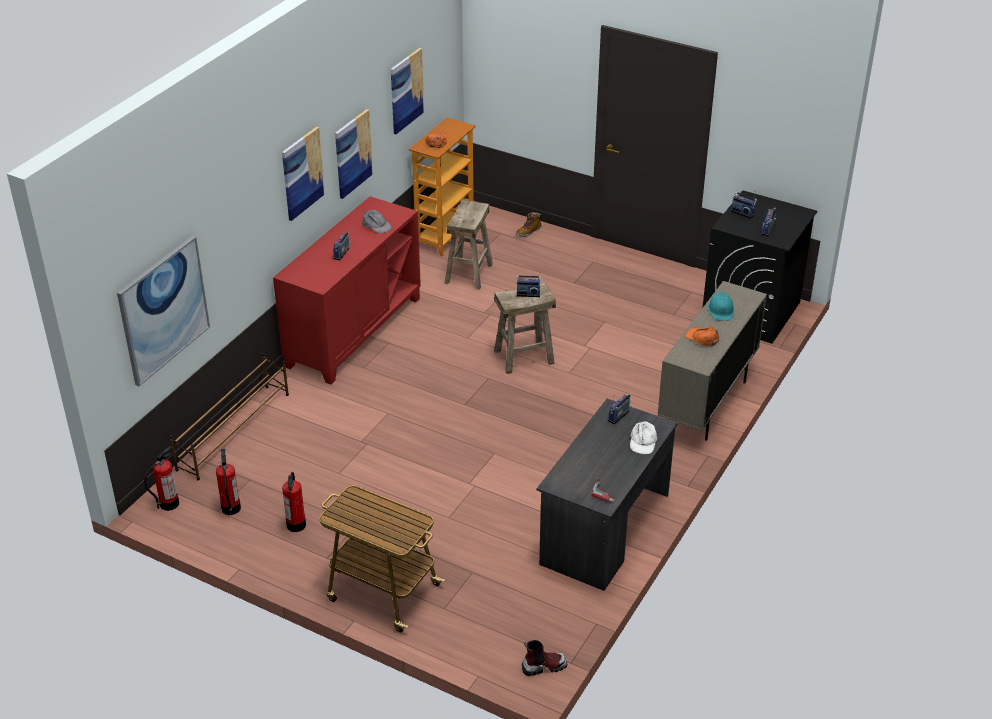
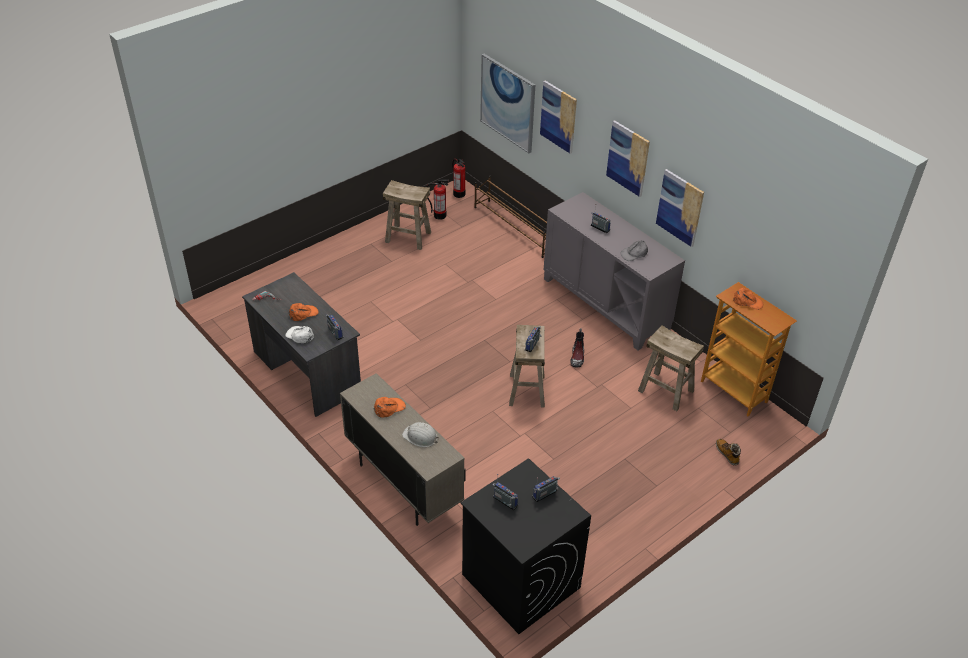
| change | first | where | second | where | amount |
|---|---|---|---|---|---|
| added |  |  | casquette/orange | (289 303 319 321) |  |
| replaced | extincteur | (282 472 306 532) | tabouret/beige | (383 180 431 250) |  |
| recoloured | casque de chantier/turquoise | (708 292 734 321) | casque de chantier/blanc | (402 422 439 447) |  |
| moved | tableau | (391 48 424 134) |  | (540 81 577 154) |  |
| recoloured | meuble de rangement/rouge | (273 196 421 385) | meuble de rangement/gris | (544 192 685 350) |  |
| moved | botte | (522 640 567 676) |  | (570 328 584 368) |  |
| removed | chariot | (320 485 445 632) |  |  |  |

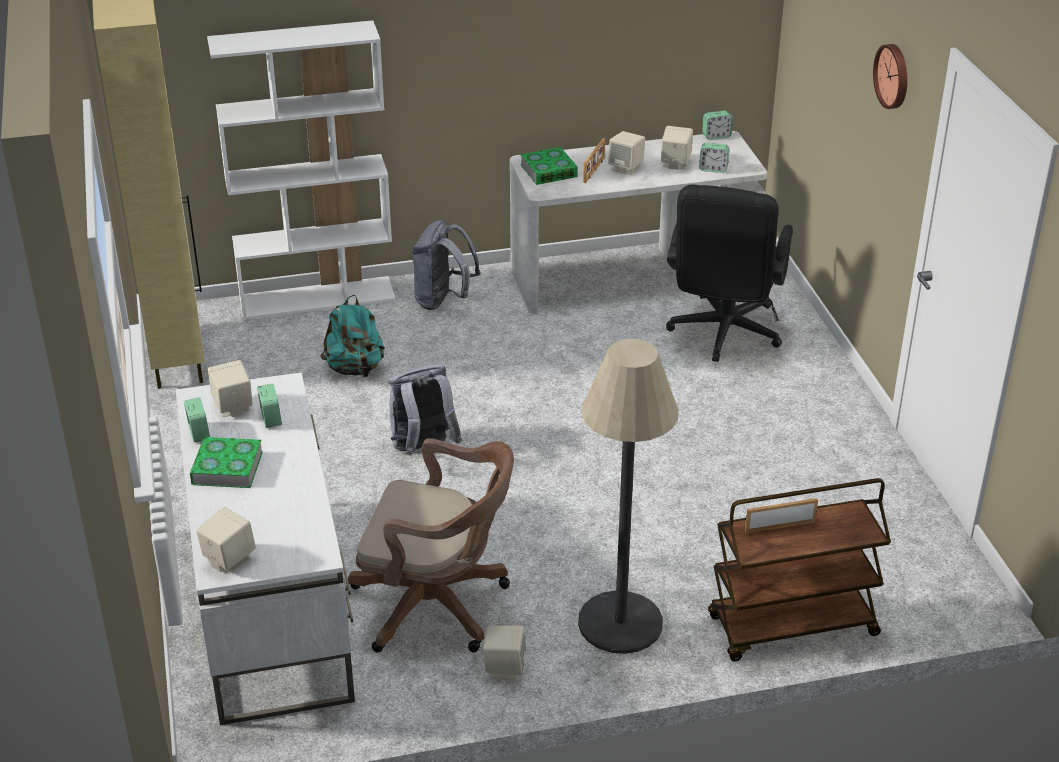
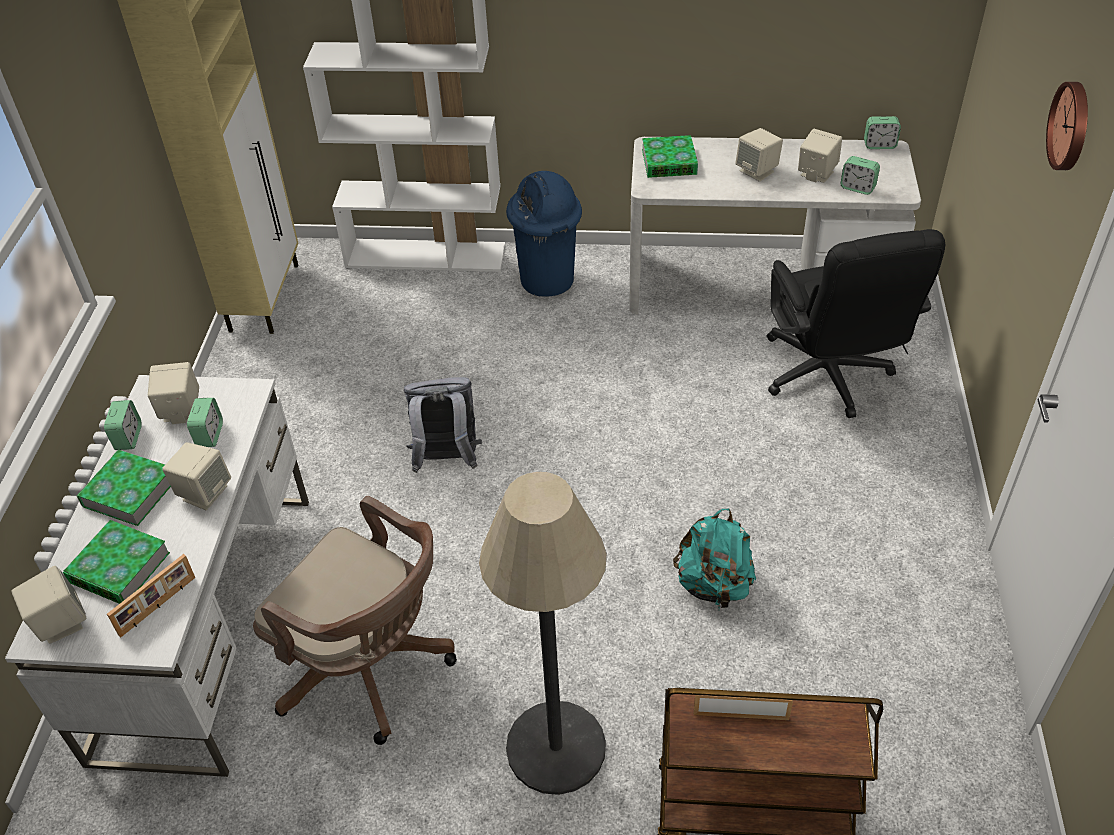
| change | first | where | second | where | amount |
|---|---|---|---|---|---|
| added |  |  | livre | (63 520 170 604) |  |
| moved | cadre photo | (583 138 605 183) |  | (107 554 195 638) |  |
| moved | enceinte/beige | (483 625 526 681) |  | (162 442 231 510) |  |
| replaced | sac à dos/gris | (411 220 481 310) | poubelle/bleu | (506 171 582 297) |  |
| moved | sac à dos/turquoise | (320 295 385 378) |  | (673 509 756 611) |  |
| turned | chaise de bureau/noir | (666 185 793 362) |  | (766 229 945 418) | 45 degrees counterclockwise |

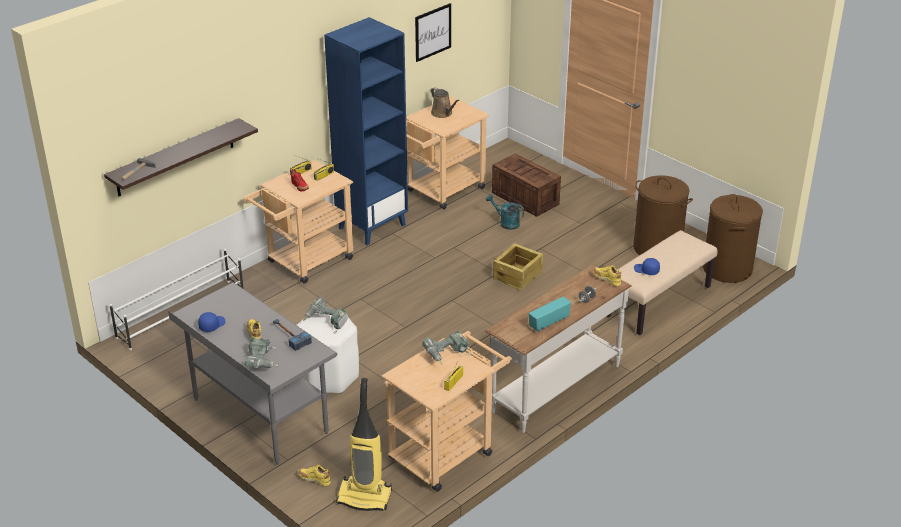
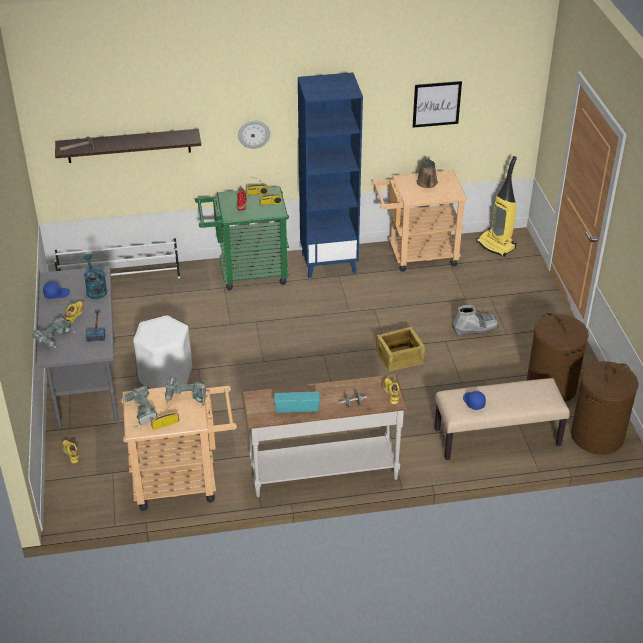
| change | first | where | second | where | amount |
|---|---|---|---|---|---|
| moved | arrosoir/turquoise | (486 194 524 230) |  | (83 254 107 299) |  |
| moved | perceuse | (303 297 348 334) |  | (118 385 157 428) |  |
| recoloured | chariot/beige | (243 160 354 284) | chariot/vert | (195 186 290 290) |  |
| added |  |  | horloge murale | (238 121 270 149) |  |
| added |  |  | botte/gris | (452 305 498 336) |  |
| moved | aspirateur | (336 378 392 511) |  | (476 156 517 257) |  |
| removed | caisse | (492 153 561 217) |  |  |  |

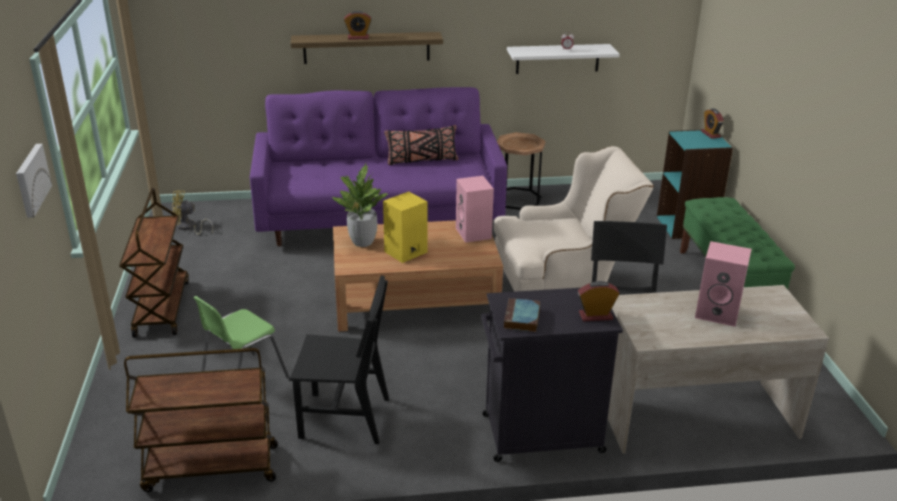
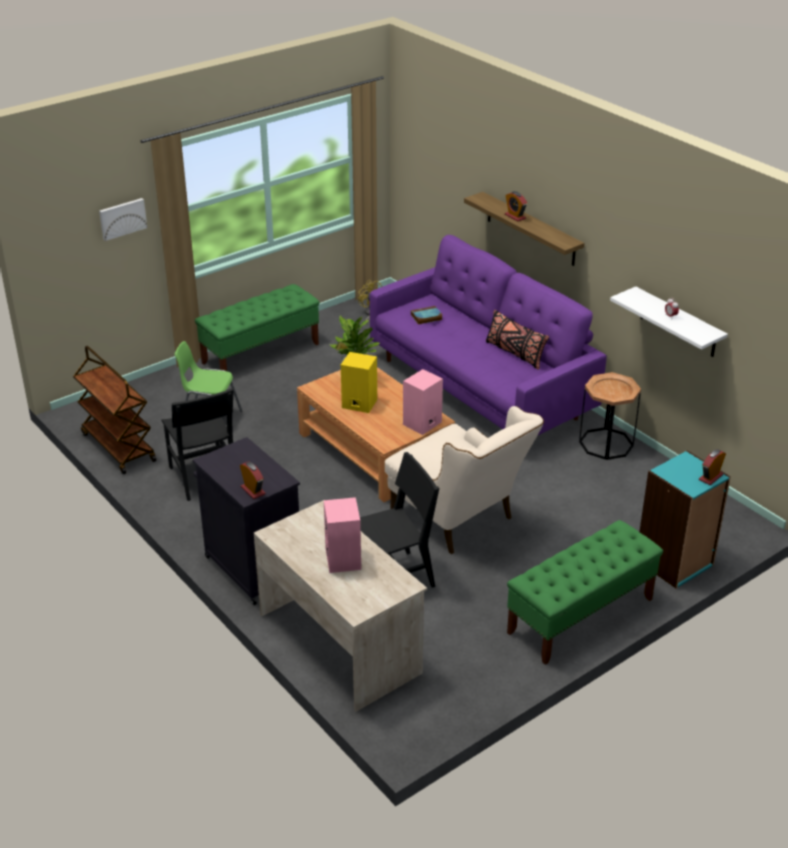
| change | first | where | second | where | amount |
|---|---|---|---|---|---|
| replaced | chariot/marron | (119 188 189 338) | banc/vert | (195 284 320 371) |  |
| moved | livre | (504 298 540 332) |  | (411 306 443 324) |  |

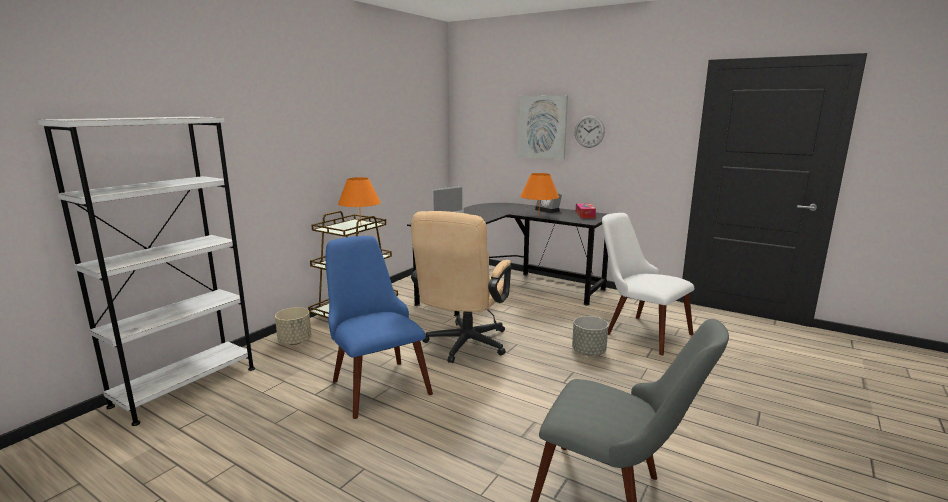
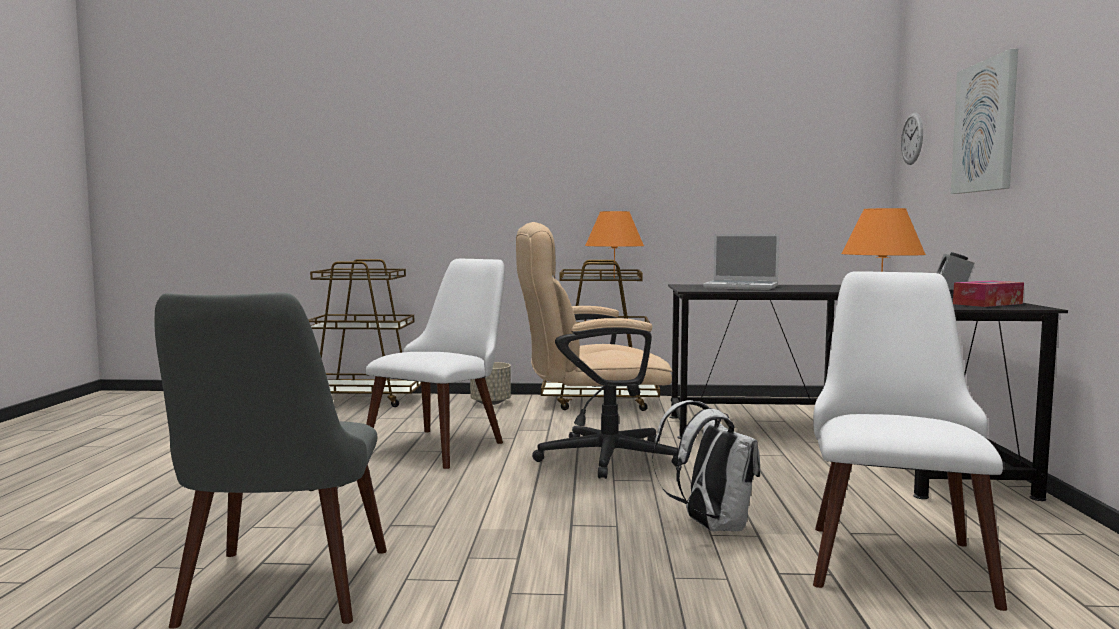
| change | first | where | second | where | amount |
|---|---|---|---|---|---|
| replaced | bibliothèque/blanc | (38 117 255 426) | chariot/marron | (308 259 421 407) |  |
| recoloured | chaise/bleu | (326 236 433 419) | chaise/blanc | (366 259 505 469) |  |
| replaced | cache-pot/gris | (572 316 608 356) | sac à dos/blanc | (652 400 760 531) |  |
| moved | horloge murale | (575 116 605 148) |  | (901 113 923 165) |  |

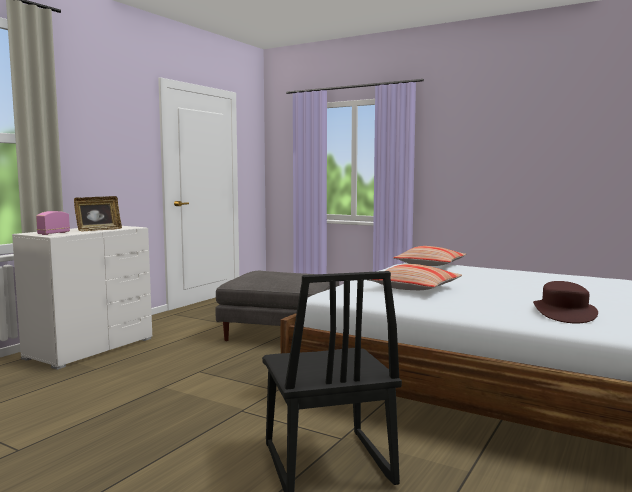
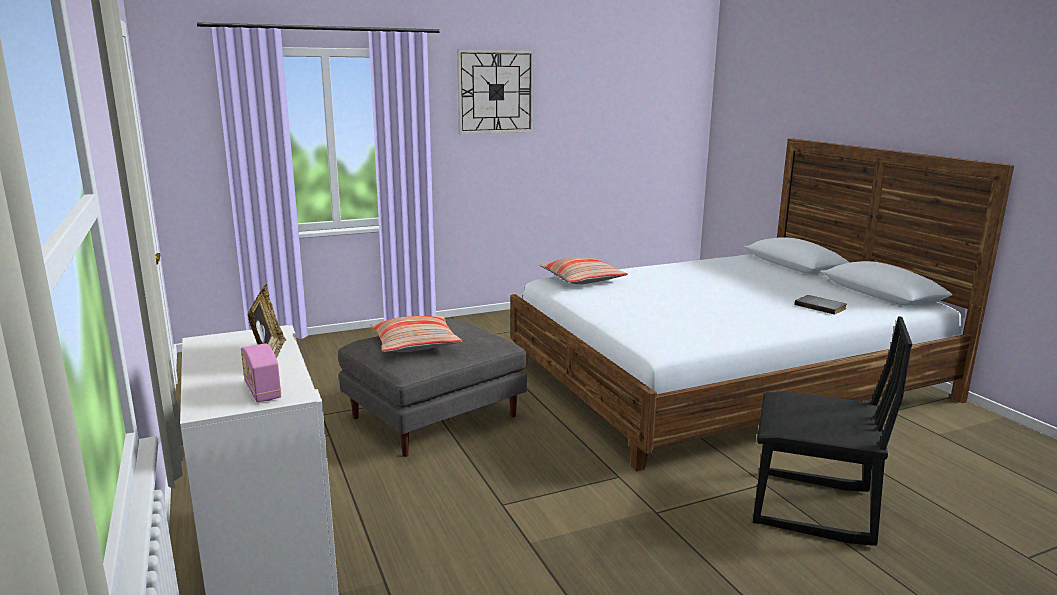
| change | first | where | second | where | amount |
|---|---|---|---|---|---|
| moved | coussin | (368 264 462 290) |  | (370 316 462 352) |  |
| added |  |  | horloge murale | (457 49 534 134) |  |
| replaced | chapeau/marron | (533 281 598 323) | livre/gris | (794 295 847 315) |  |

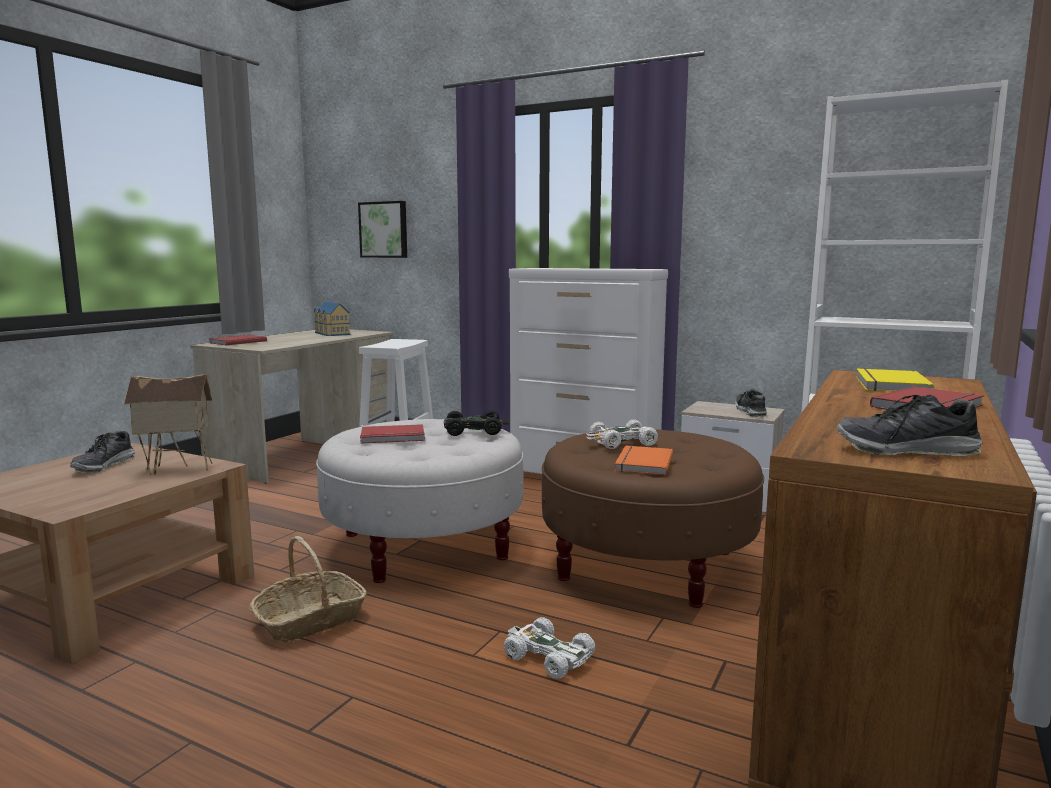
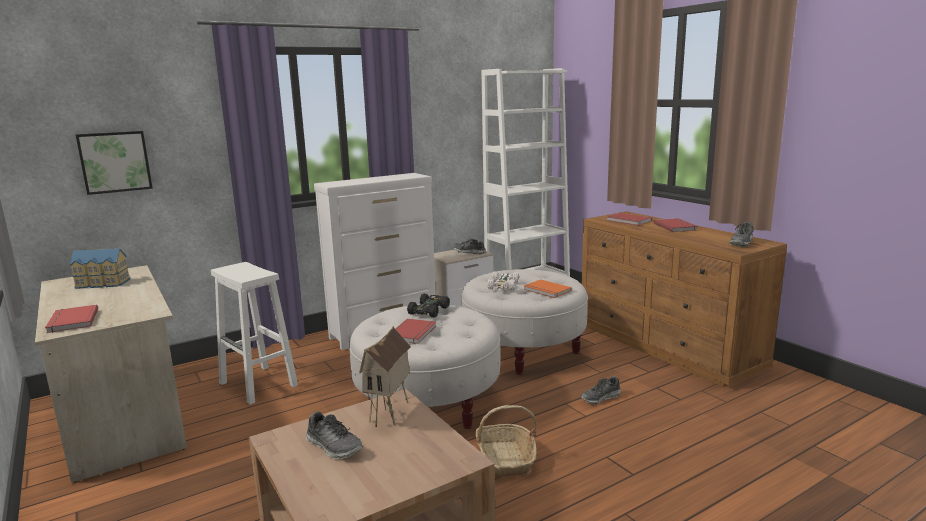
| change | first | where | second | where | amount |
|---|---|---|---|---|---|
| recoloured | pouf/marron | (542 429 764 608) | pouf/blanc | (461 269 588 375) |  |
| replaced | petite voiture/blanc | (504 617 595 679) | chaussure | (581 376 621 405) |  |
| recoloured | livre/jaune | (856 368 934 391) | livre/rouge | (607 213 652 225) |  |

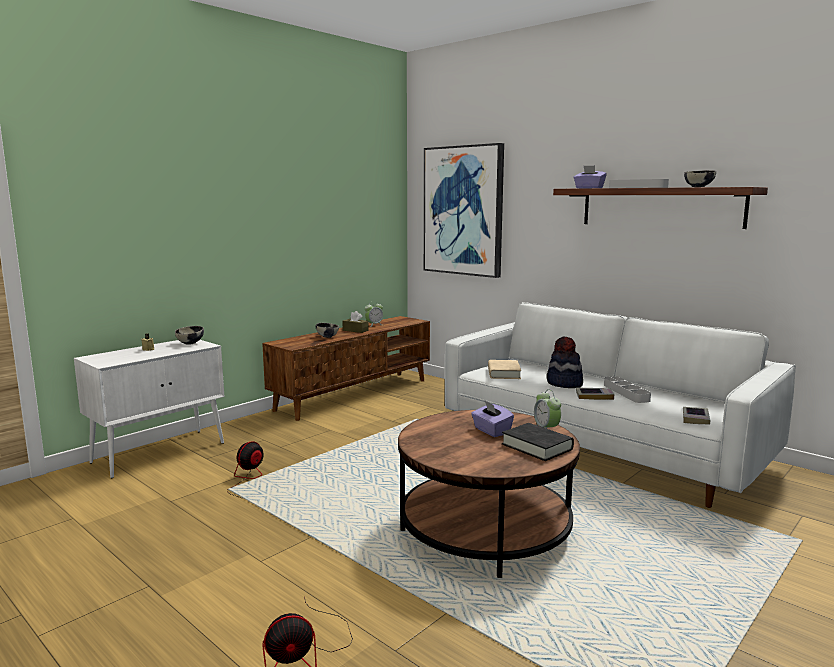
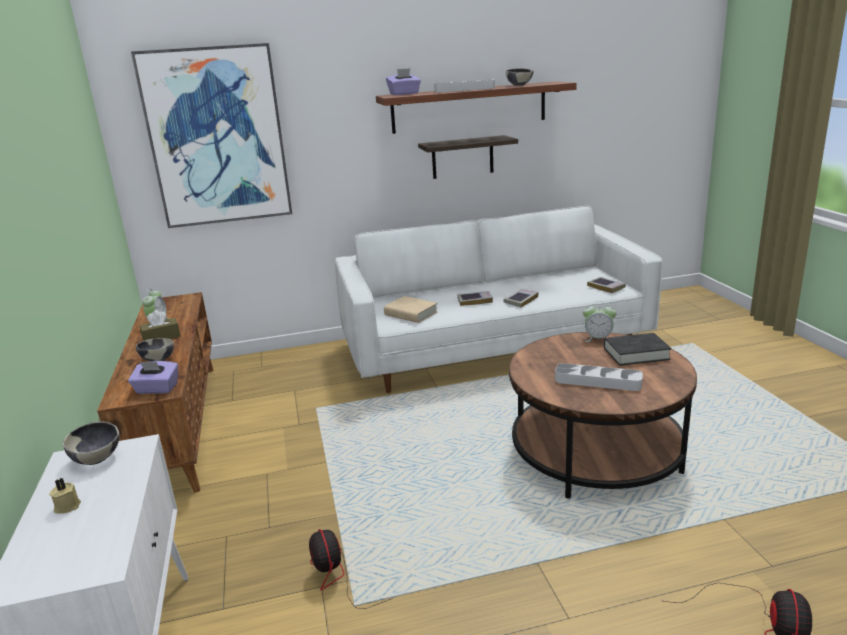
| change | first | where | second | where | amount |
|---|---|---|---|---|---|
| moved | boîte à mouchoirs/violet | (471 401 514 437) |  | (128 361 178 394) |  |
| added |  |  | étagère | (418 135 518 179) |  |
| replaced | chapeau | (547 336 583 388) | livre | (457 291 493 306) |  |
| moved | plateau/gris | (604 376 651 403) |  | (555 363 643 391) |  |

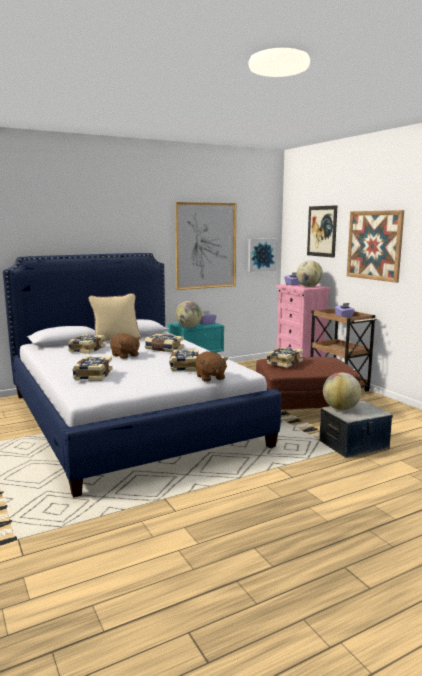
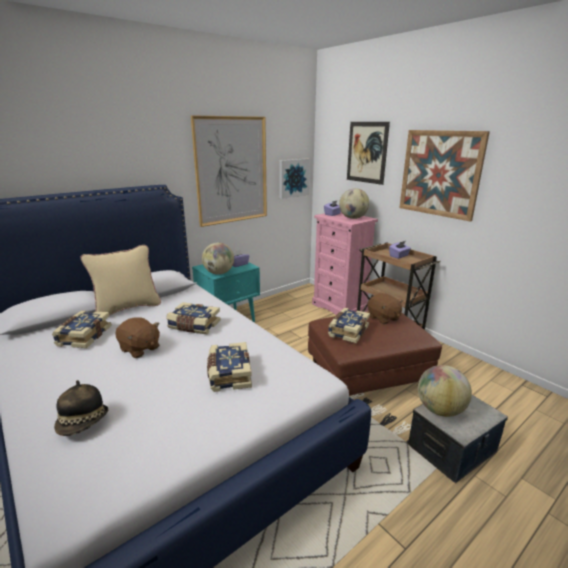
| change | first | where | second | where | amount |
|---|---|---|---|---|---|
| replaced | livre | (72 356 112 381) | chapeau | (54 380 108 436) |  |
| moved | peluche/marron | (195 351 228 382) |  | (368 293 403 324) |  |

